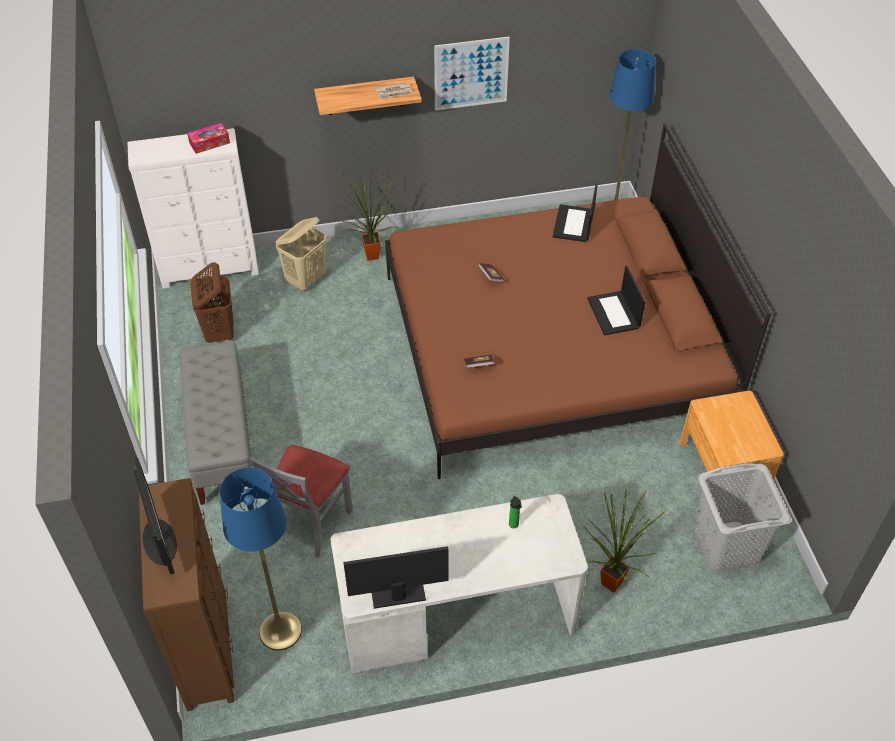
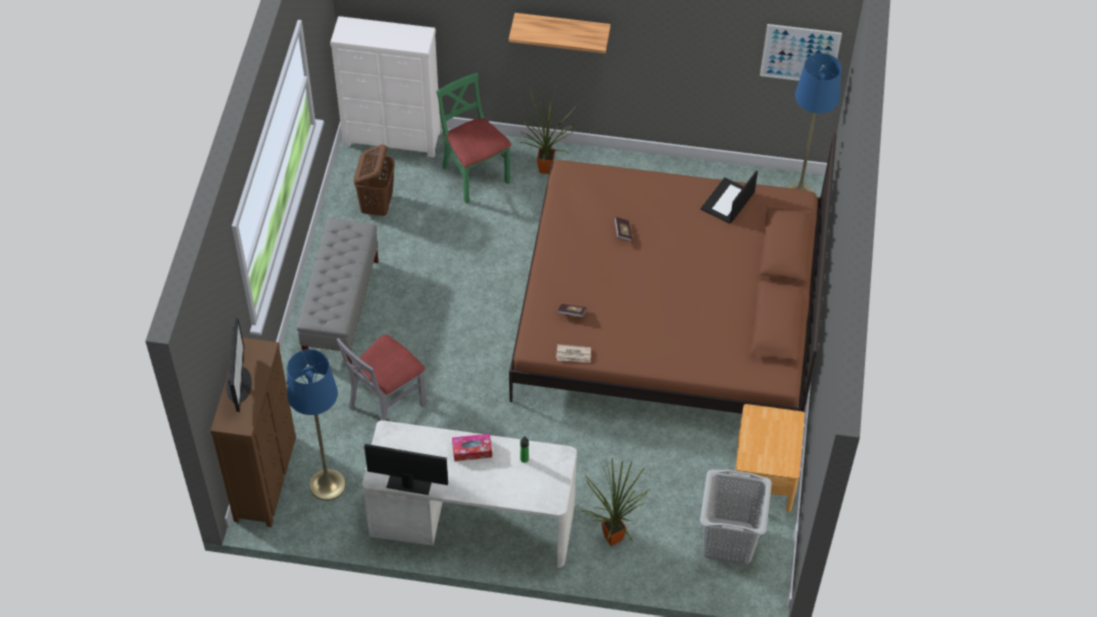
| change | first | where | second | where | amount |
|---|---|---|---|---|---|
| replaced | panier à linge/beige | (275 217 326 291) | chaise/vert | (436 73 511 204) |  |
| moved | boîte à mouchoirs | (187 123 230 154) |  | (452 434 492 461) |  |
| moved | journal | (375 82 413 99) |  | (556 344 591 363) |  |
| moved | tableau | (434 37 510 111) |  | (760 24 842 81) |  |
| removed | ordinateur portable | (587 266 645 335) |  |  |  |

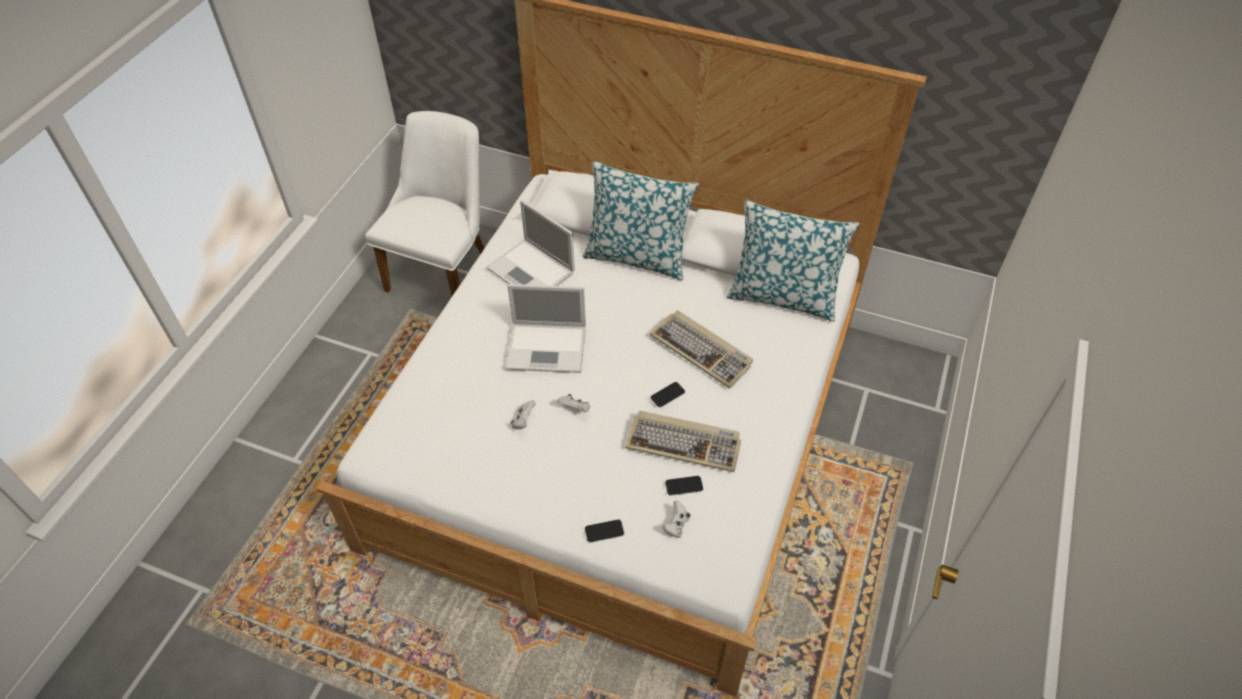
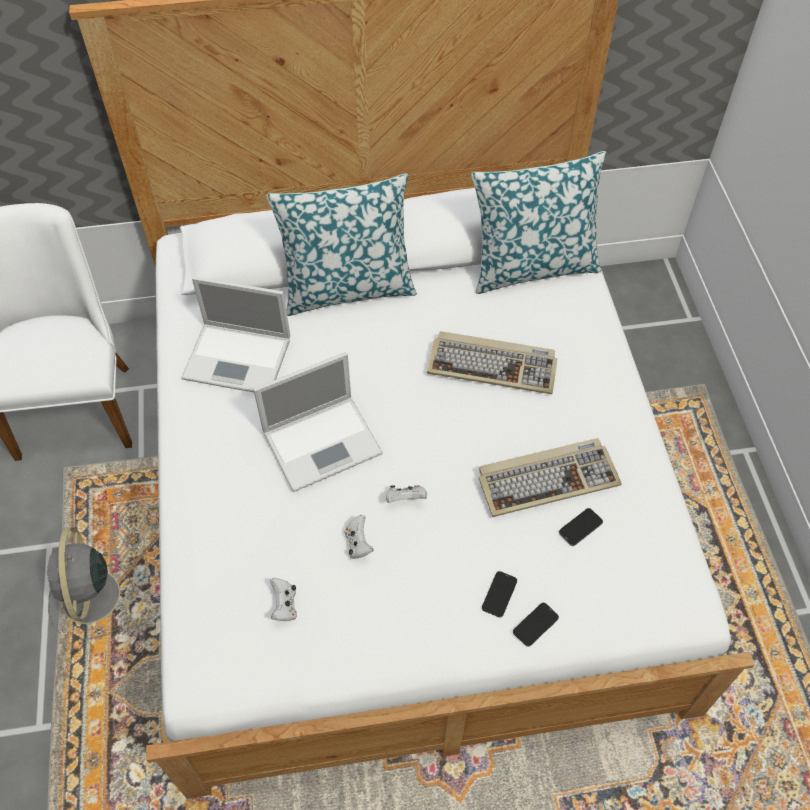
| change | first | where | second | where | amount |
|---|---|---|---|---|---|
| added |  |  | ventilateur/gris | (47 527 134 640) |  |
| moved | manette/blanc | (662 501 690 538) |  | (270 578 297 621) |  |
| moved | téléphone | (651 382 685 407) |  | (482 571 517 617) |  |

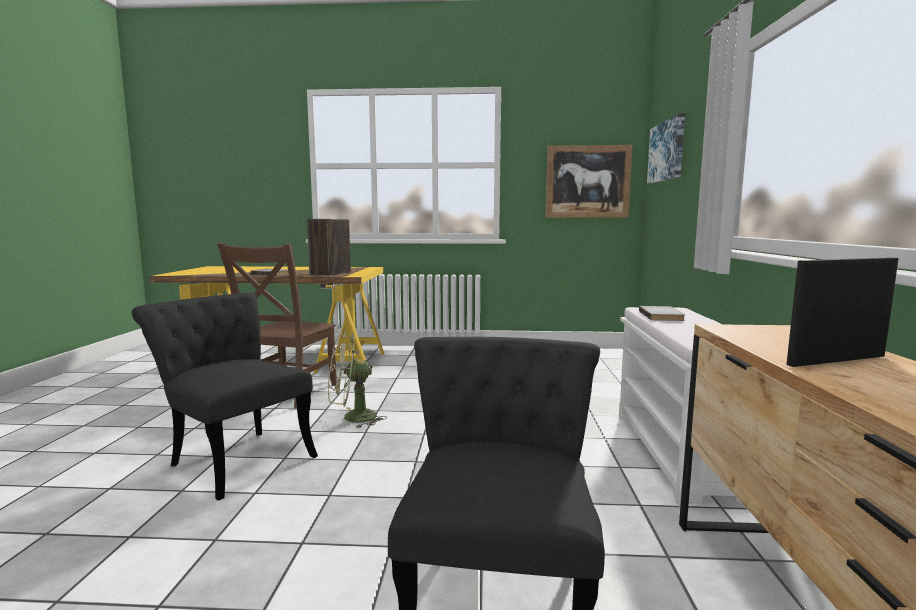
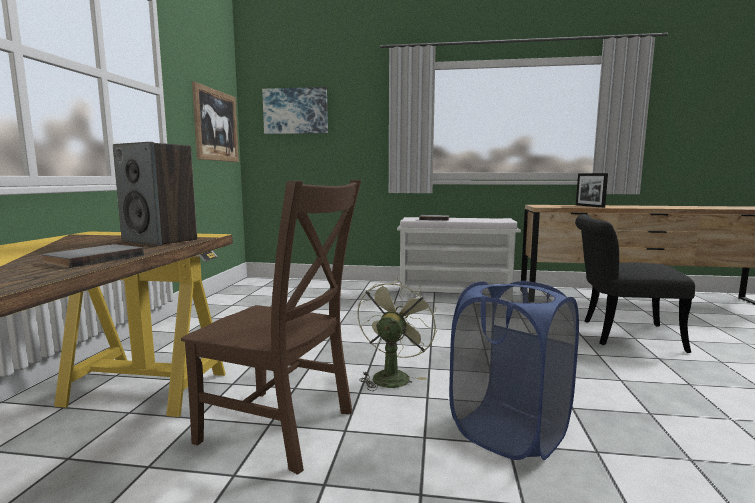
| change | first | where | second | where | amount |
|---|---|---|---|---|---|
| turned | ventilateur/vert | (328 333 387 428) |  | (358 278 437 391) | 150 degrees counterclockwise |
| replaced | chaise/noir | (132 293 318 500) | panier à linge/bleu | (449 281 579 460) |  |

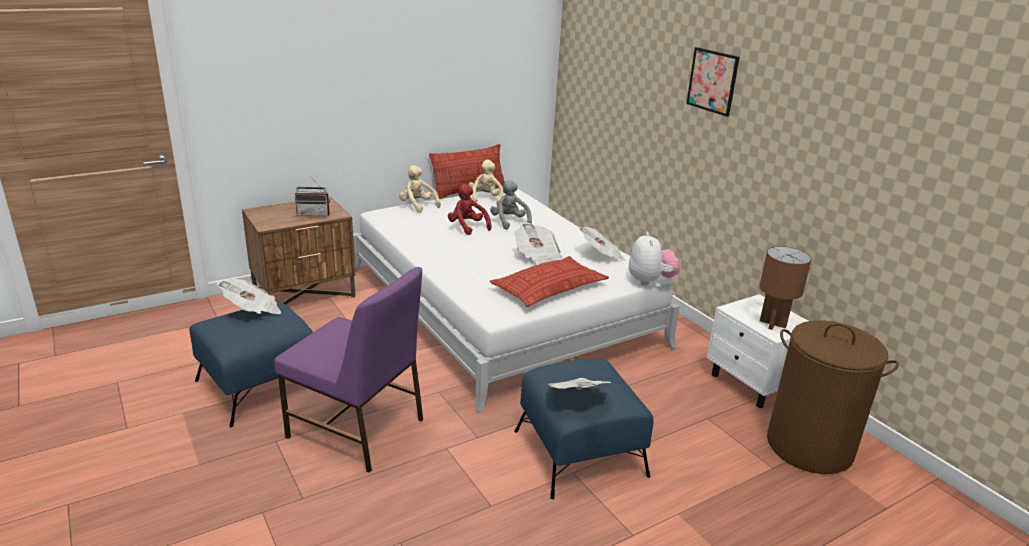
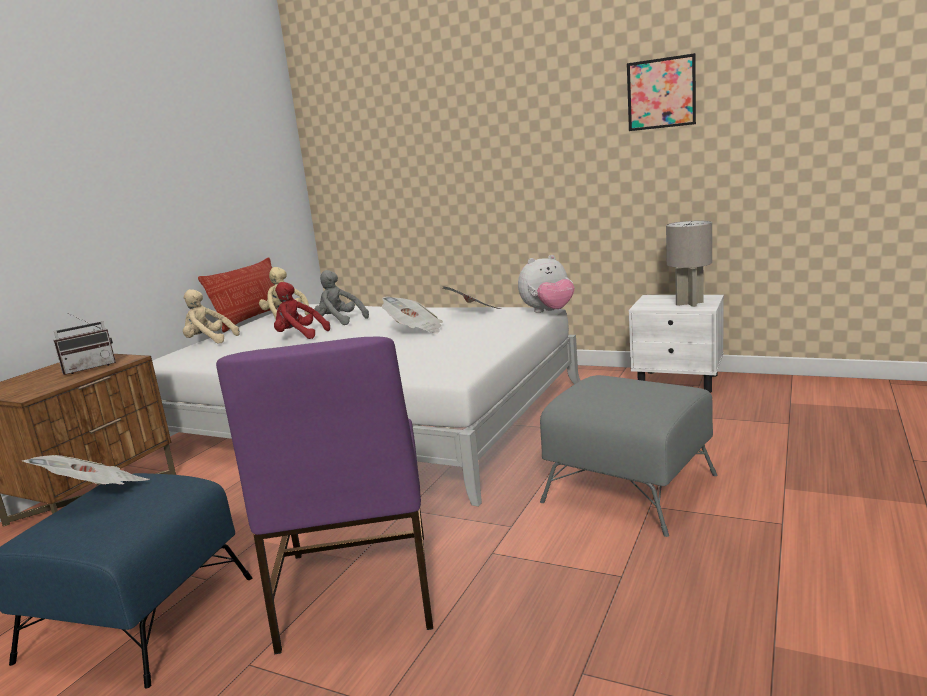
| change | first | where | second | where | amount |
|---|---|---|---|---|---|
| turned | chaise/violet | (274 267 423 473) |  | (216 337 433 655) | 90 degrees clockwise |
| turned | peluche | (629 232 679 286) |  | (518 255 574 313) | 105 degrees clockwise |
| recoloured | pouf/bleu | (514 358 654 499) | pouf/gris | (540 375 717 537) |  |
| moved | tableau | (686 47 740 117) |  | (627 53 696 131) |  |
| recoloured | lampe de table/marron | (759 246 812 330) | lampe de table/gris | (666 221 712 307) |  |
| removed | coussin | (490 256 609 307) |  |  |  |
| removed | journal | (548 378 612 390) |  |  |  |
| removed | panier à linge/marron | (767 320 899 474) |  |  |  |

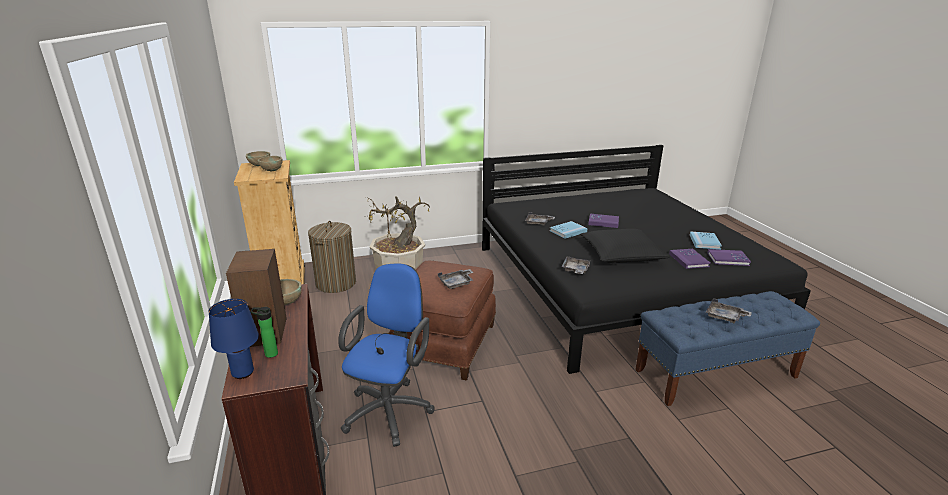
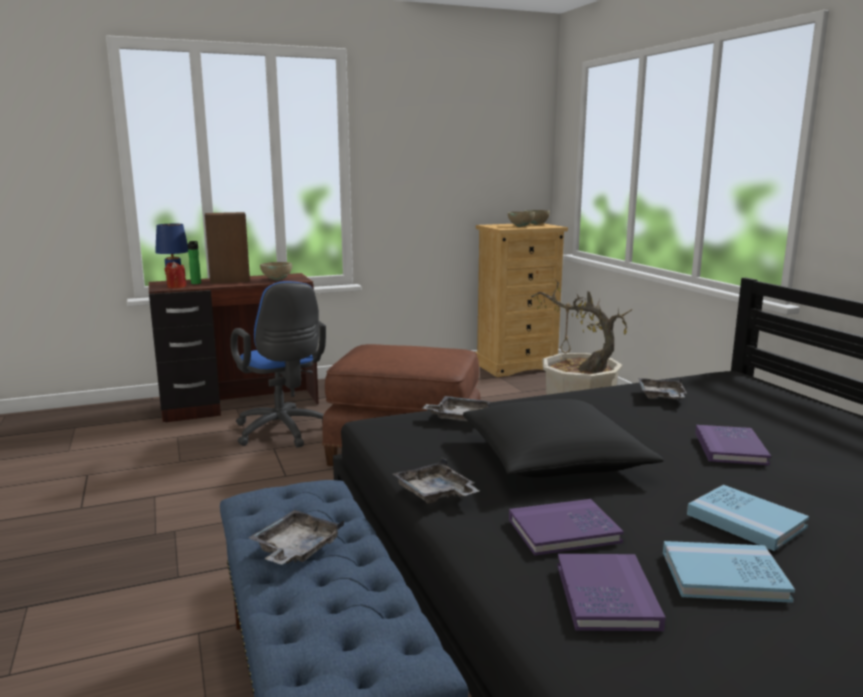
| change | first | where | second | where | amount |
|---|---|---|---|---|---|
| added |  |  | bougie/rouge | (165 261 187 289) |  |
| turned | chaise de bureau/bleu | (338 263 435 447) |  | (230 281 326 448) | 45 degrees clockwise |
| moved | plateau/gris | (438 269 473 289) |  | (393 457 479 503) |  |
| moved | livre/bleu | (550 221 588 239) |  | (687 485 809 551) |  |
| removed | panier à linge | (308 221 356 293) |  |  |  |

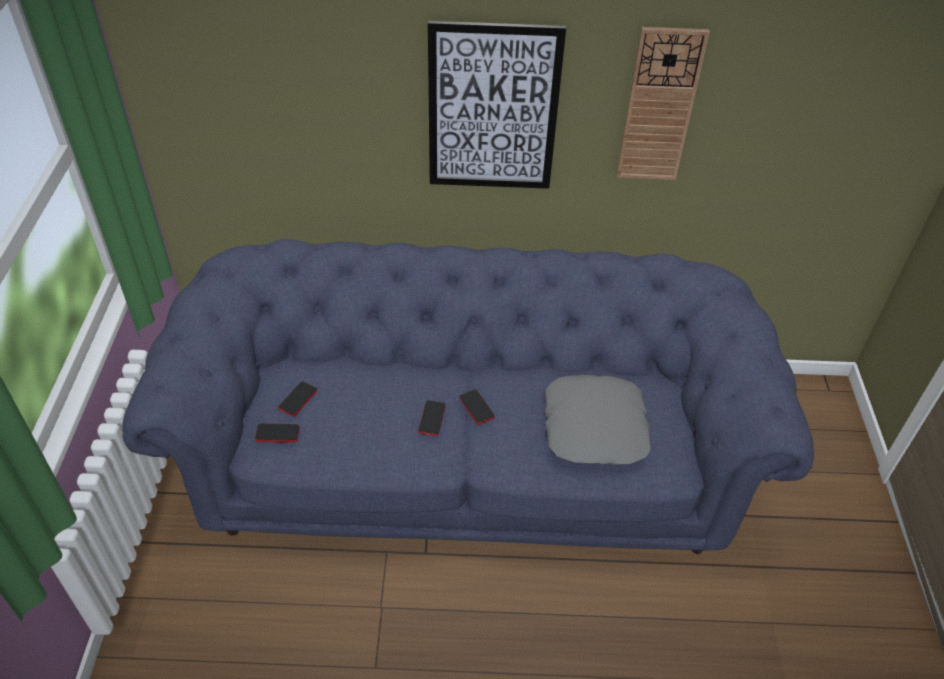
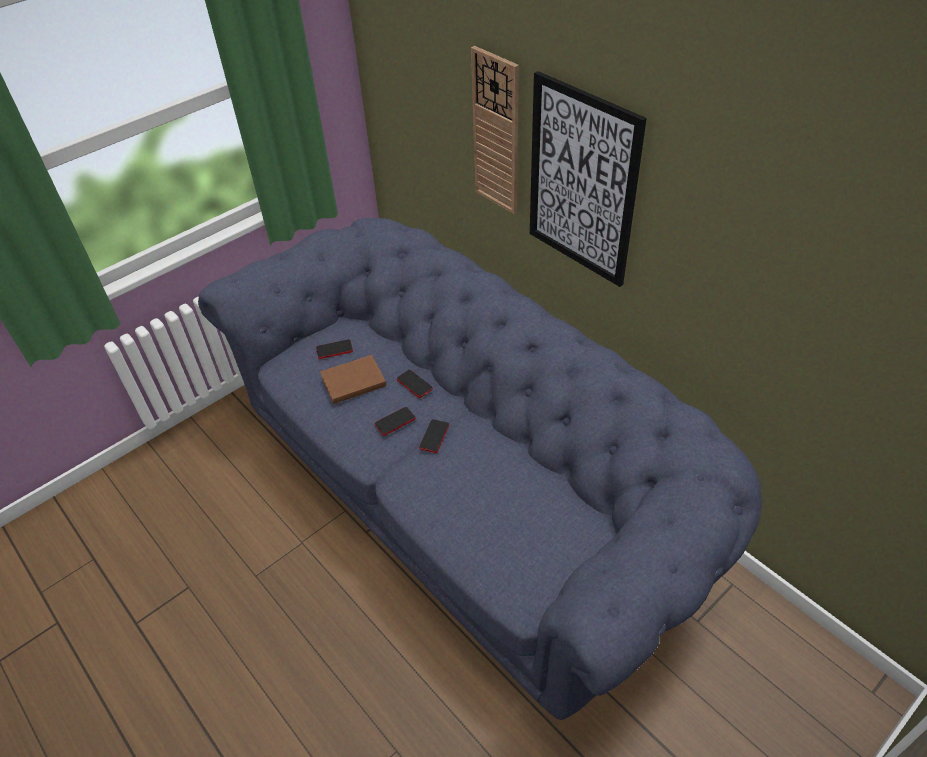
| change | first | where | second | where | amount |
|---|---|---|---|---|---|
| added |  |  | livre/marron | (320 355 386 404) |  |
| moved | téléphone | (255 423 300 442) |  | (397 370 433 398) |  |
| moved | horloge murale | (617 27 710 180) |  | (471 46 519 214) |  |
| removed | coussin/gris | (545 375 651 465) |  |  |  |

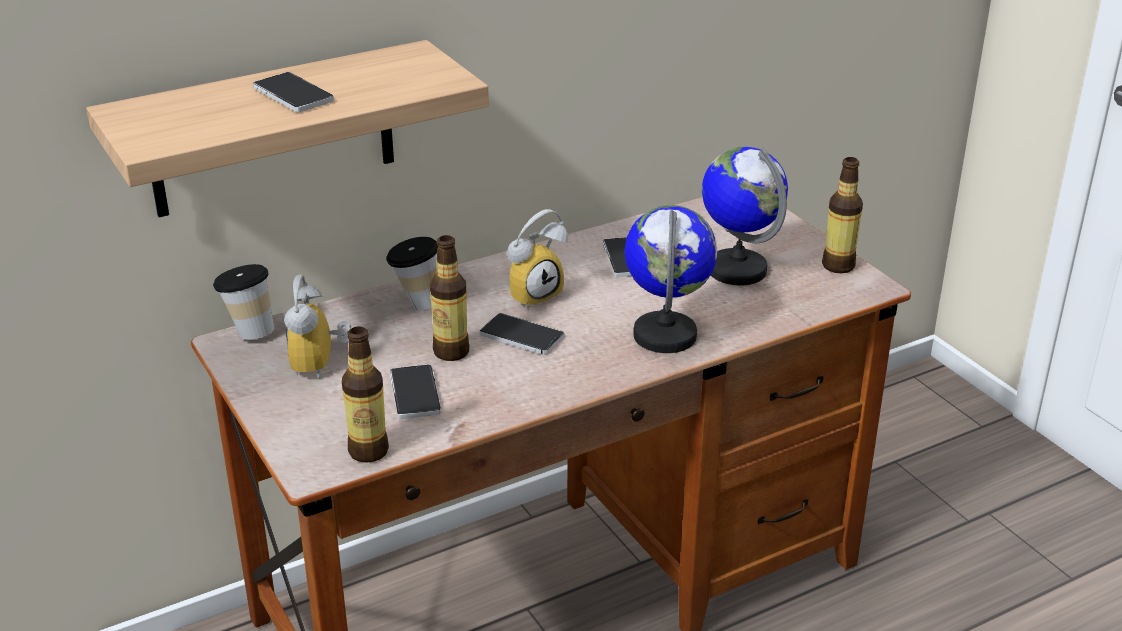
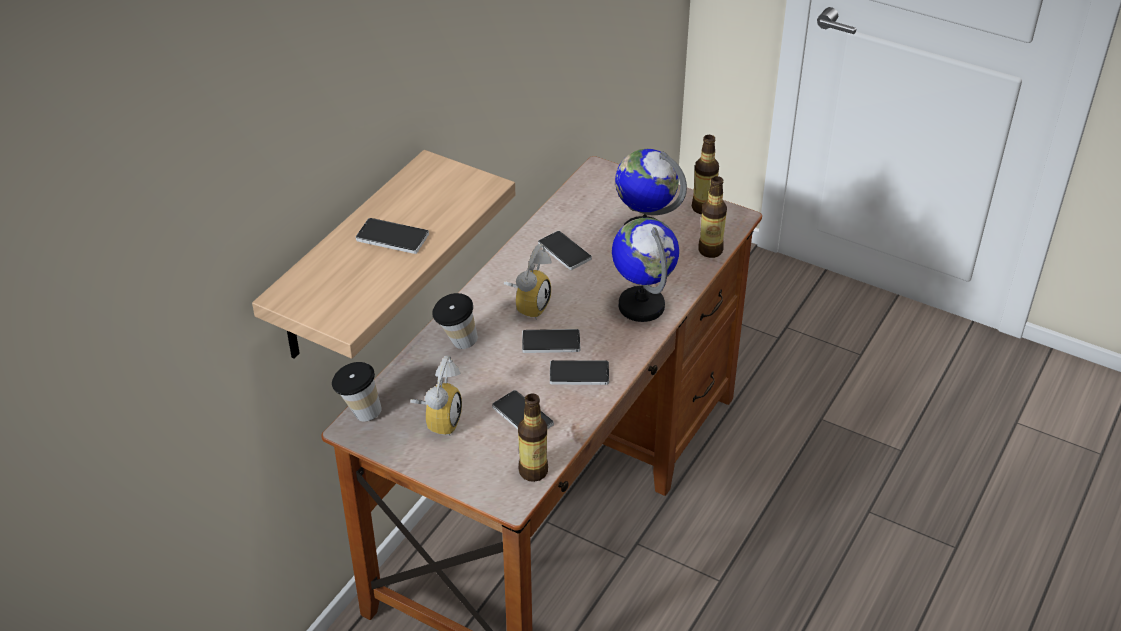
| change | first | where | second | where | amount |
|---|---|---|---|---|---|
| turned | réveil | (284 275 351 380) |  | (410 355 462 436) | 135 degrees counterclockwise |
| added |  |  | téléphone | (550 360 609 385) |  |
| moved | bouteille | (430 235 469 361) |  | (698 176 727 258) |  |

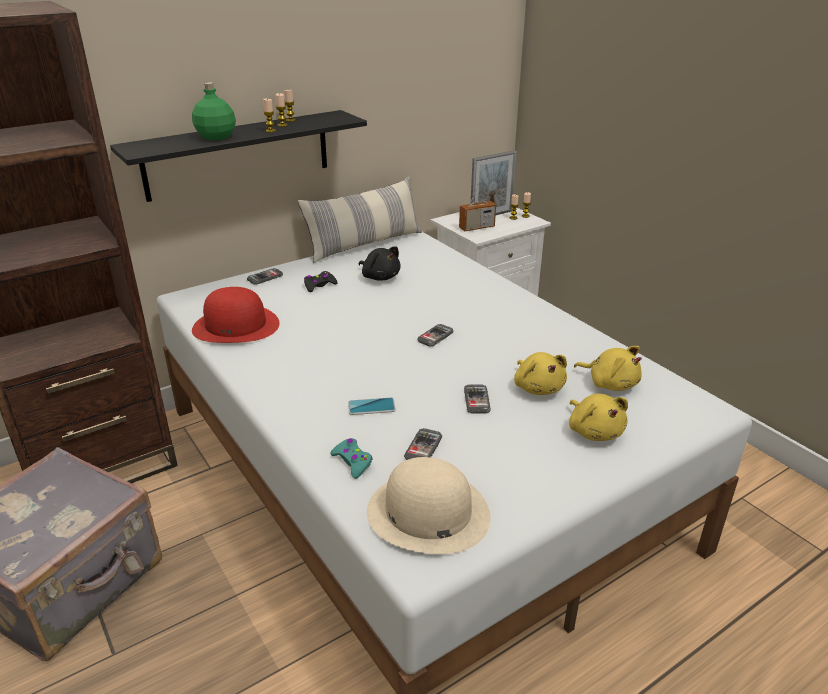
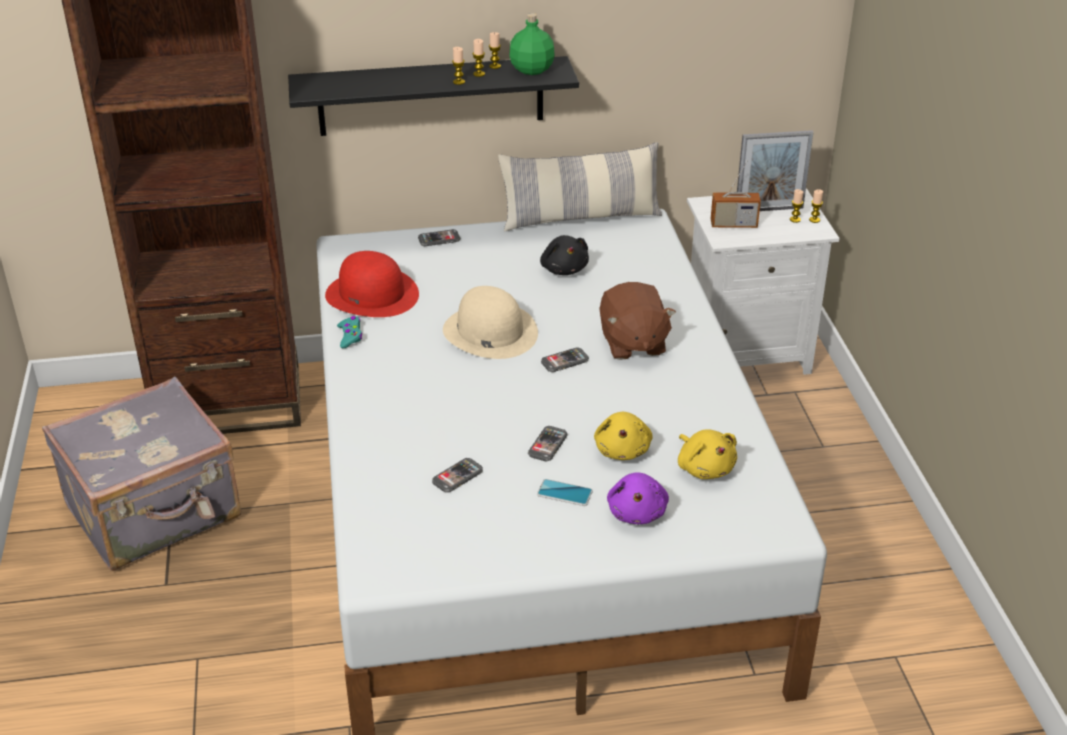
| change | first | where | second | where | amount |
|---|---|---|---|---|---|
| moved | manette/turquoise | (330 438 373 479) |  | (337 316 362 348) |  |
| moved | chapeau/beige | (367 457 490 554) |  | (443 286 538 359) |  |
| moved | bouteille/vert | (192 82 236 140) |  | (510 13 554 75) |  |
| moved | téléphone | (348 398 396 415) |  | (537 479 593 506) |  |
| added |  |  | peluche/marron | (599 282 676 360) |  |
| recoloured | peluche/jaune | (569 394 628 441) | peluche/violet | (607 472 669 524) |  |
| removed | manette/noir | (304 271 338 292) |  |  |  |

